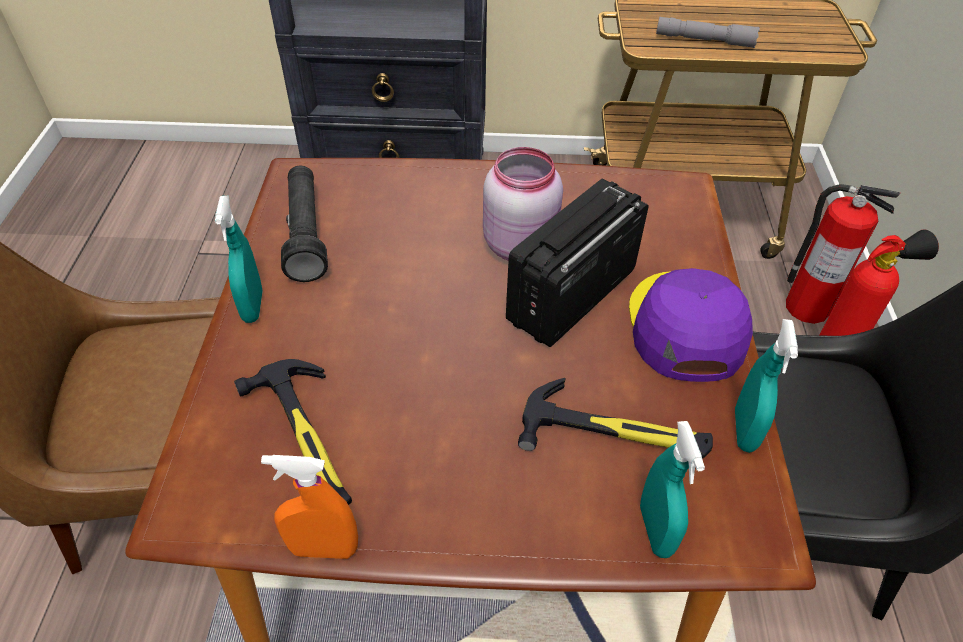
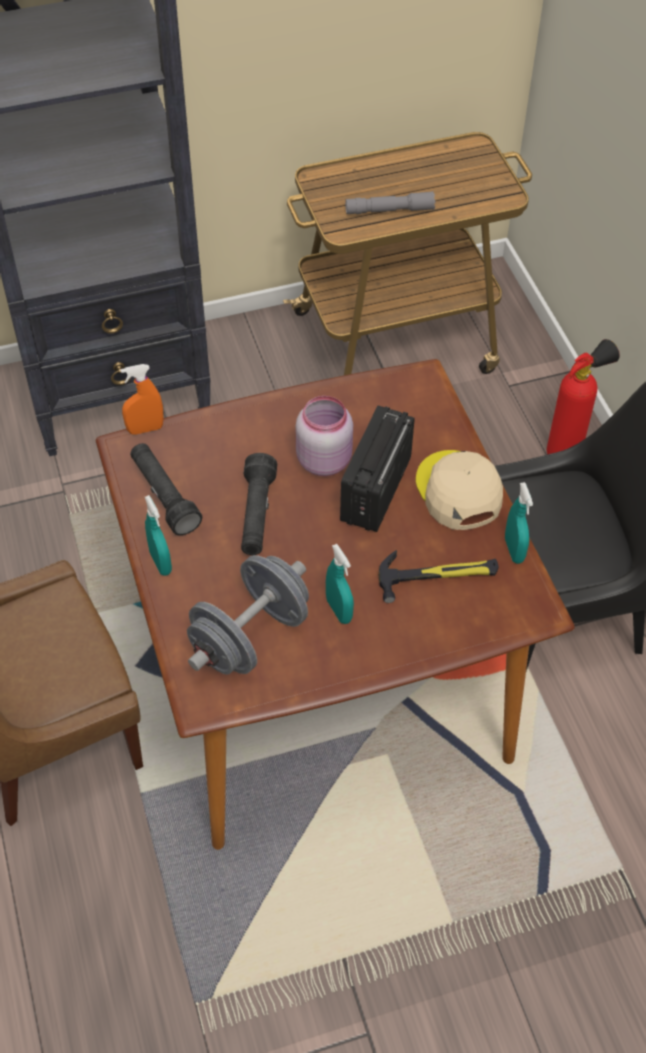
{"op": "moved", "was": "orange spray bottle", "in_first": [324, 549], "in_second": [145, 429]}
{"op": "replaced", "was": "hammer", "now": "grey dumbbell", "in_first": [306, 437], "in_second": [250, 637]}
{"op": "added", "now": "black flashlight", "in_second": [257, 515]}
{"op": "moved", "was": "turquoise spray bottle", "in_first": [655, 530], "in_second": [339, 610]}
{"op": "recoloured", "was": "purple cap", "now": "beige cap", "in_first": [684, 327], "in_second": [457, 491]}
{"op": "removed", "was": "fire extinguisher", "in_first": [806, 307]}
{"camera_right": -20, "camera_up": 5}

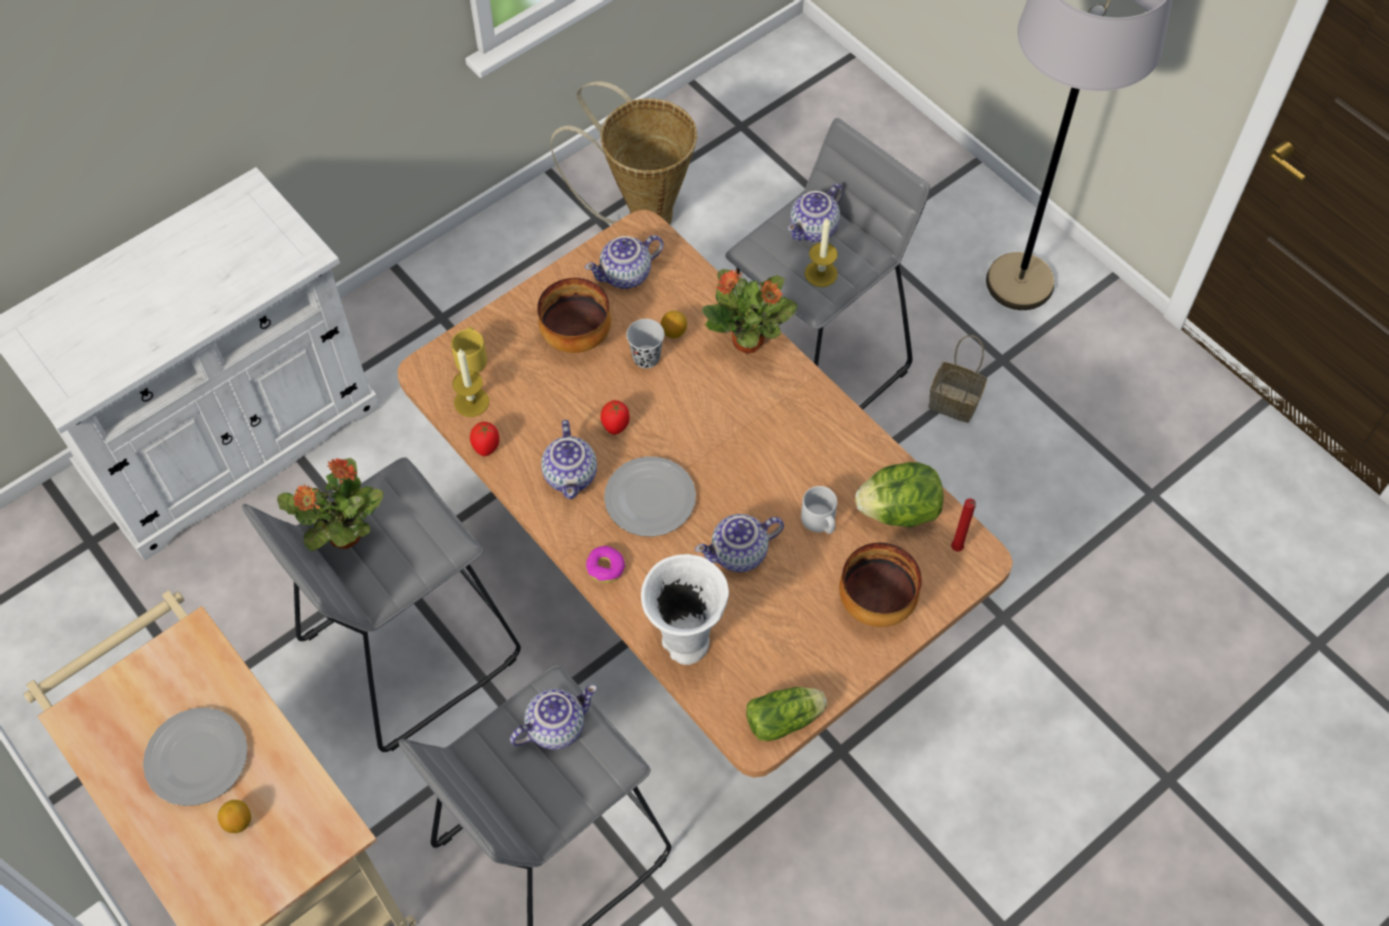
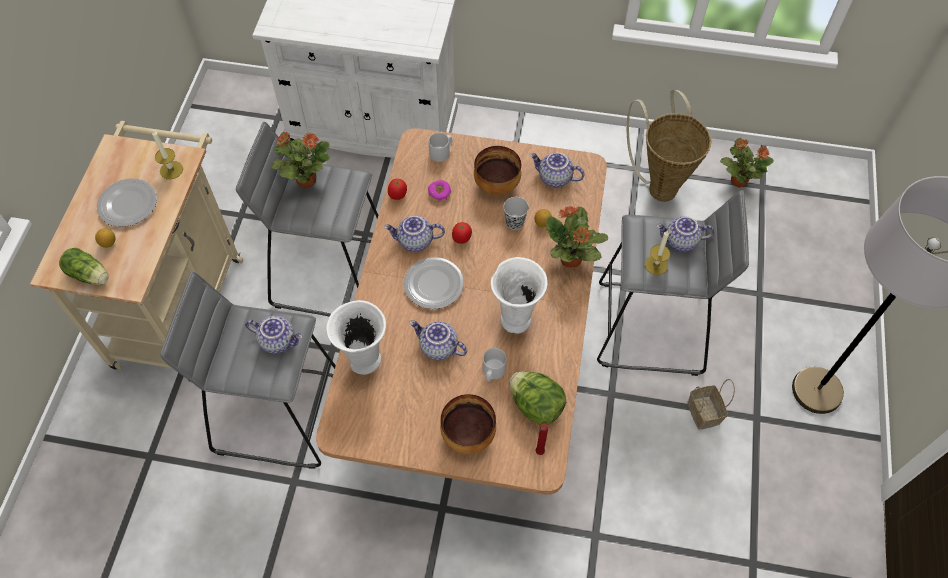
{"op": "moved", "was": "lettuce", "in_first": [786, 719], "in_second": [90, 275]}
{"op": "moved", "was": "candle", "in_first": [471, 402], "in_second": [171, 170]}
{"op": "turned", "was": "teapot", "in_first": [572, 476], "in_second": [415, 242], "clockwise": 45}
{"op": "moved", "was": "donut", "in_first": [605, 568], "in_second": [439, 193]}
{"op": "recoloured", "was": "yellow mug", "now": "grey mug", "in_first": [471, 358], "in_second": [441, 153]}
{"op": "added", "now": "white vase", "in_second": [515, 318]}
{"op": "added", "now": "potted plant", "in_second": [738, 180]}
{"camera_right": 50, "camera_up": 0}

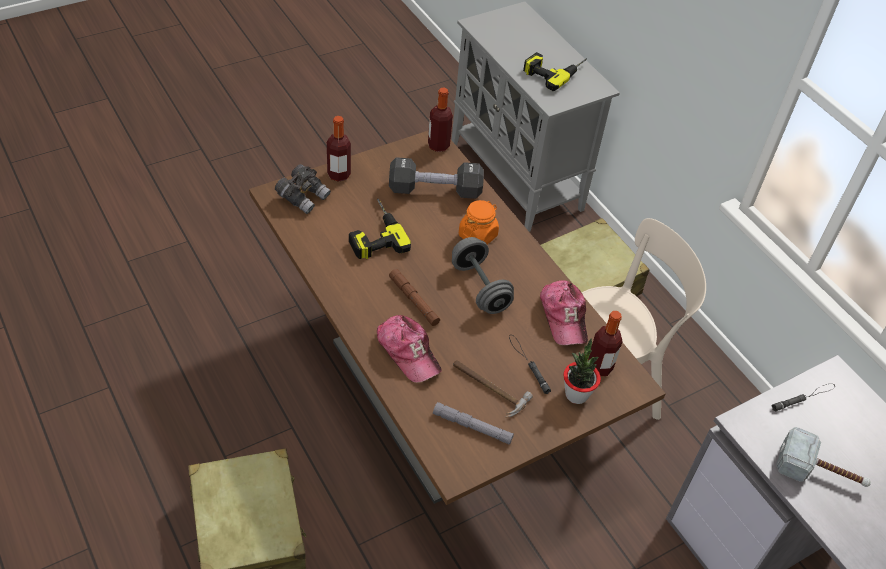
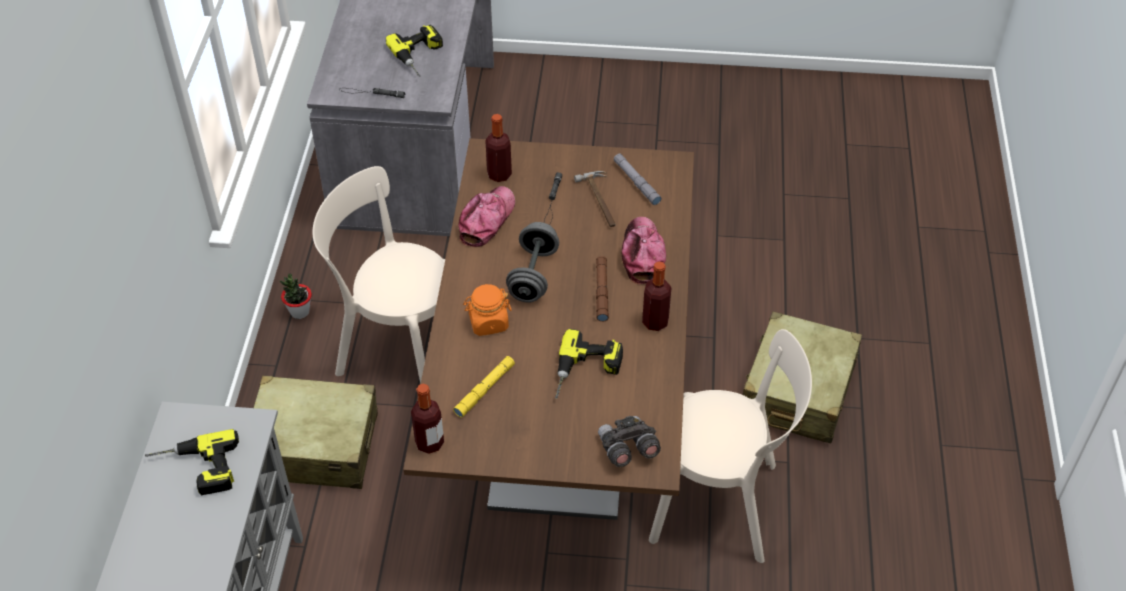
{"op": "moved", "was": "potted plant", "in_first": [576, 394], "in_second": [299, 312]}
{"op": "replaced", "was": "hammer", "now": "power drill", "in_first": [820, 472], "in_second": [421, 56]}
{"op": "replaced", "was": "black dumbbell", "now": "yellow flashlight", "in_first": [435, 190], "in_second": [484, 390]}
{"op": "moved", "was": "bottle", "in_first": [339, 174], "in_second": [655, 322]}
{"op": "added", "now": "beige chair", "in_second": [721, 504]}
{"camera_right": -140, "camera_up": 0}

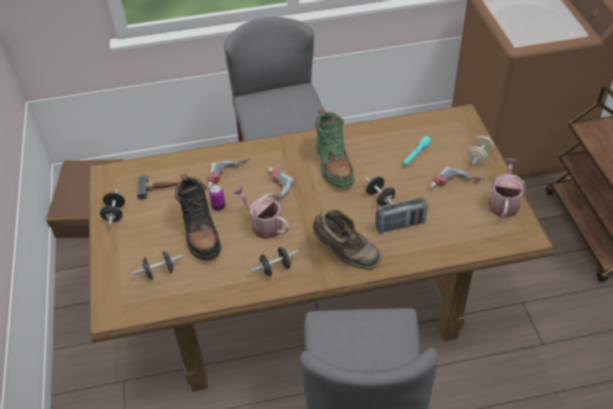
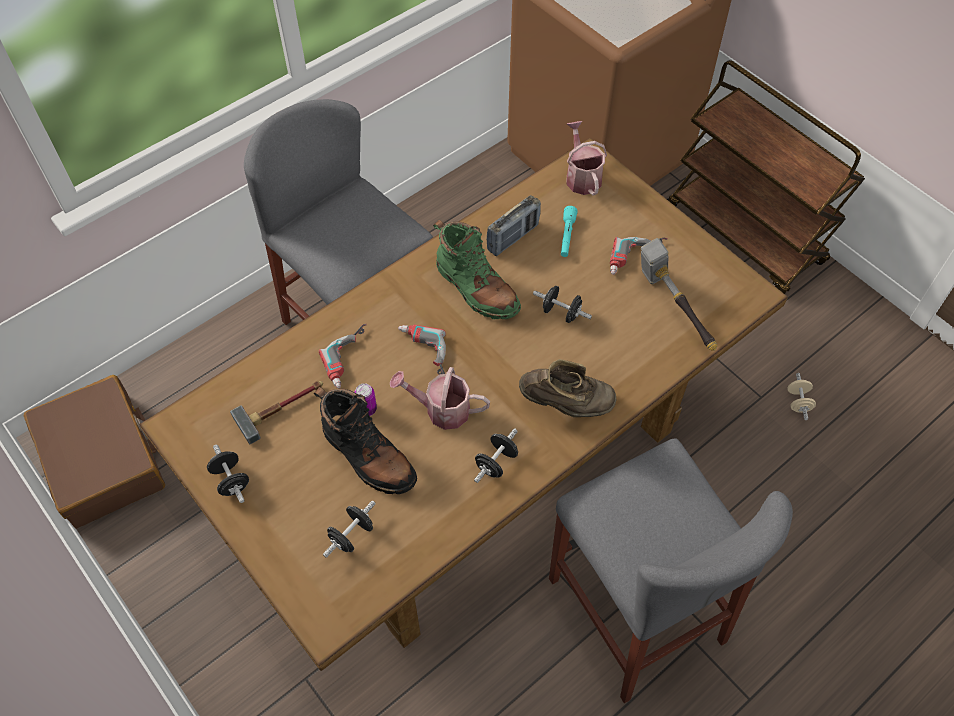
{"op": "moved", "was": "radio", "in_first": [400, 225], "in_second": [513, 237]}
{"op": "moved", "was": "watering can", "in_first": [504, 202], "in_second": [582, 176]}
{"op": "added", "now": "hammer", "in_second": [673, 309]}
{"op": "moved", "was": "beige dumbbell", "in_first": [478, 157], "in_second": [798, 402]}
{"camera_right": -30, "camera_up": 10}

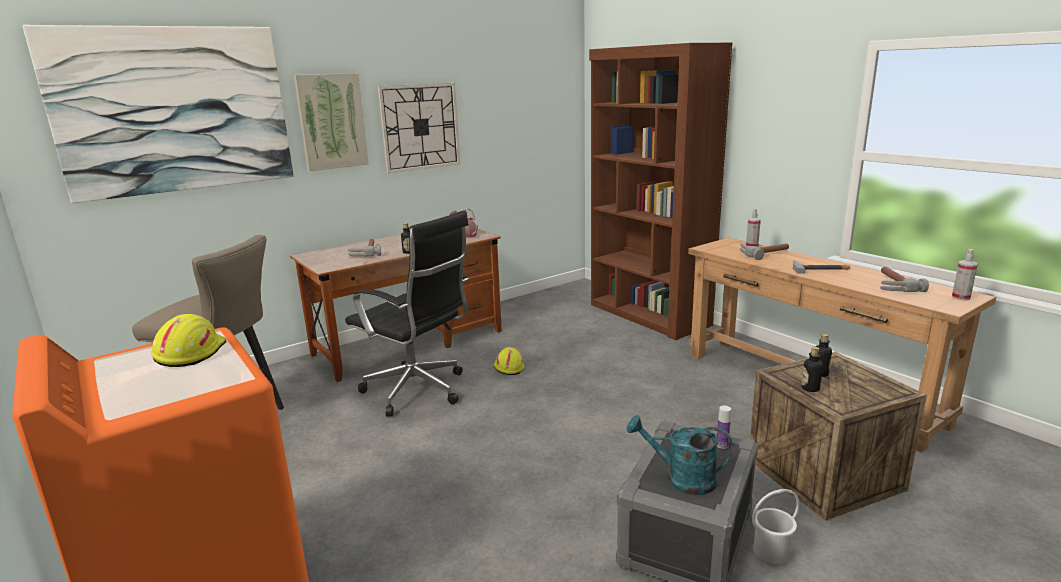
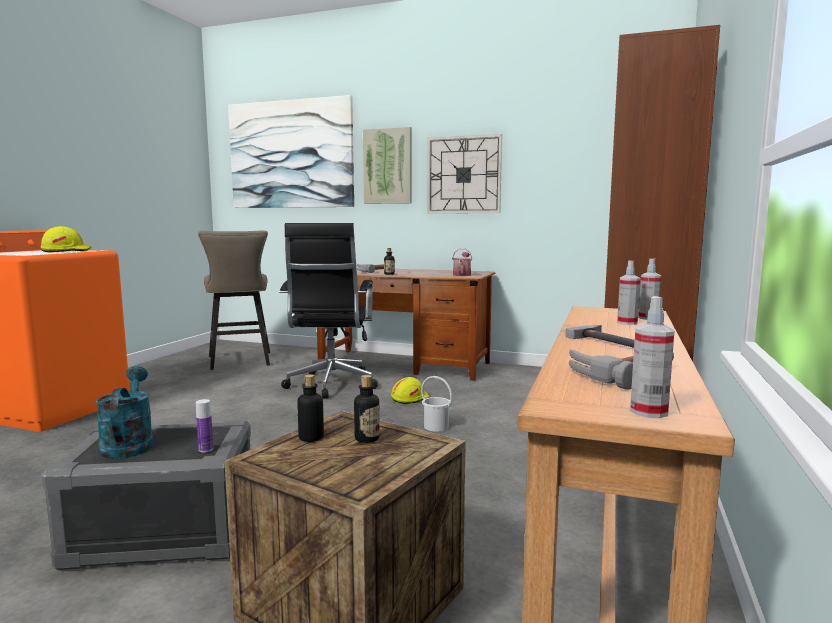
{"op": "moved", "was": "white bucket", "in_first": [770, 551], "in_second": [436, 426]}
{"op": "replaced", "was": "hammer", "now": "spray bottle", "in_first": [763, 253], "in_second": [627, 323]}
{"camera_right": 55, "camera_up": -10}

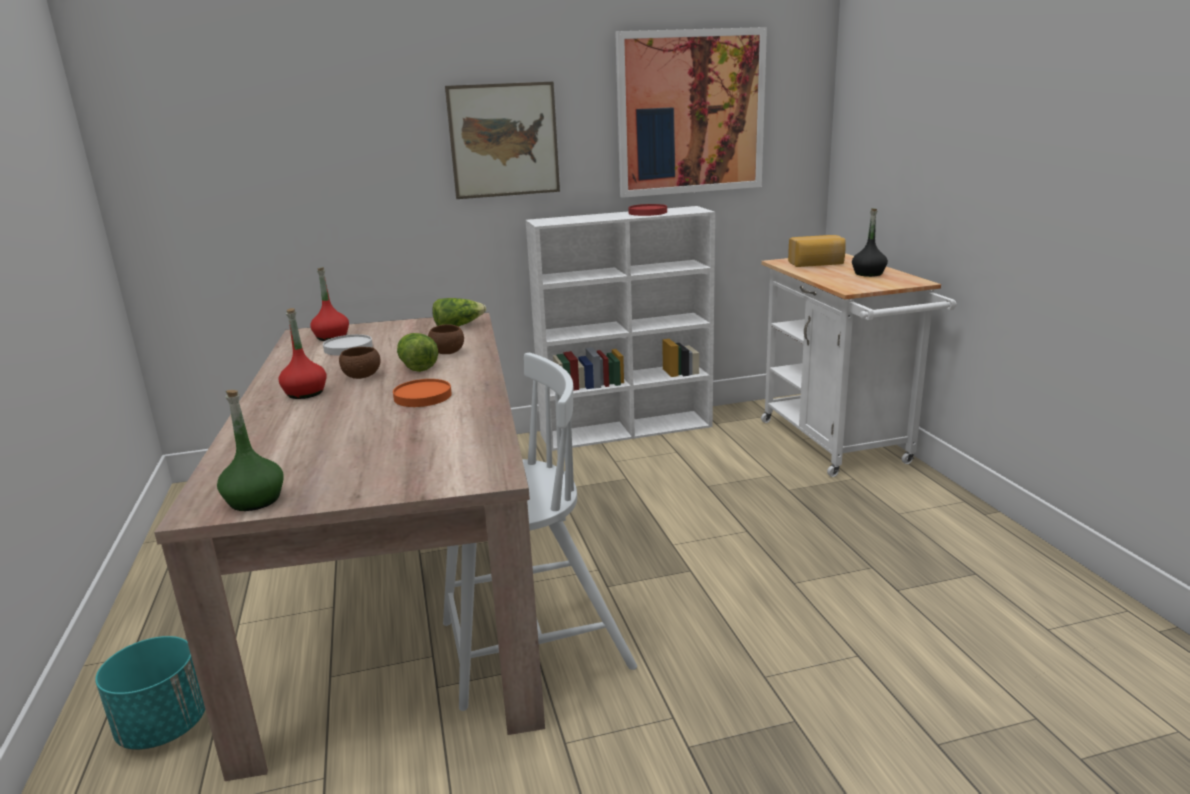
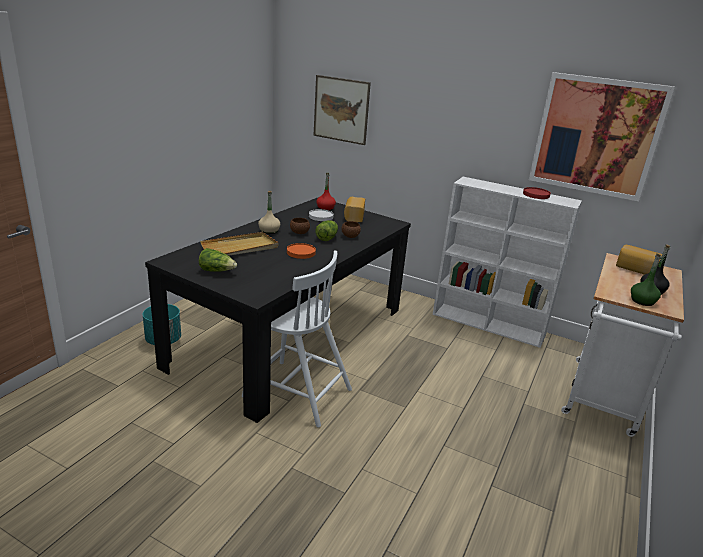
{"op": "recoloured", "was": "beige dining table", "now": "black dining table", "in_first": [402, 580], "in_second": [291, 336]}
{"op": "moved", "was": "lettuce", "in_first": [458, 326], "in_second": [217, 271]}
{"op": "added", "now": "beige tray", "in_second": [240, 248]}
{"op": "recoloured", "was": "red bottle", "now": "beige bottle", "in_first": [305, 393], "in_second": [269, 231]}
{"op": "moved", "was": "picture", "in_first": [504, 140], "in_second": [341, 110]}
{"op": "added", "now": "bread", "in_second": [353, 216]}
{"op": "moved", "was": "green bottle", "in_first": [255, 500], "in_second": [642, 301]}
{"camera_right": 40, "camera_up": 5}

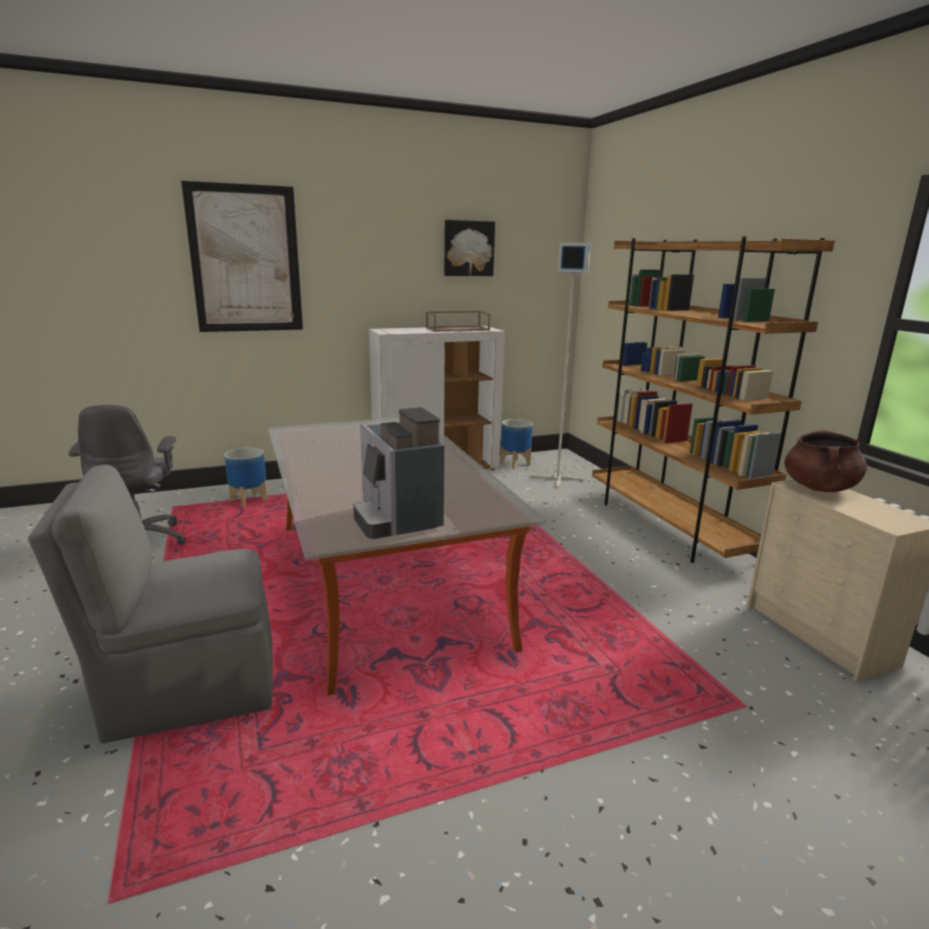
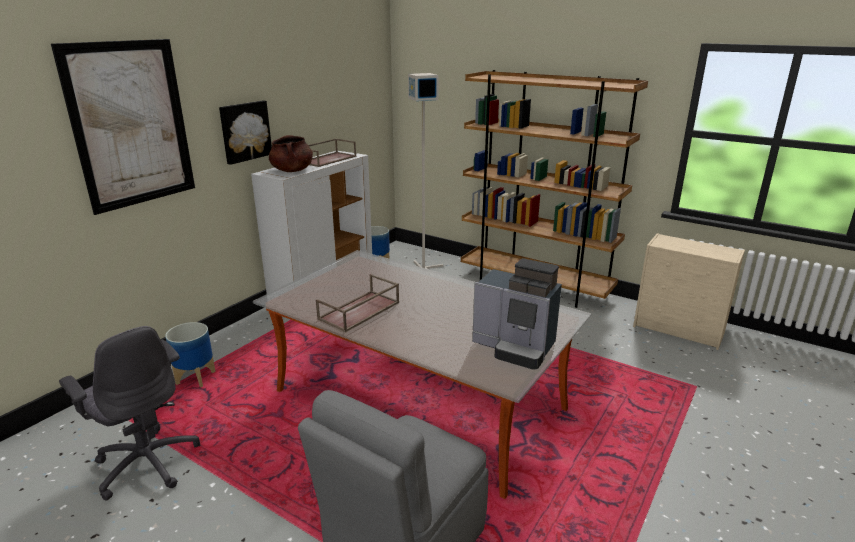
{"op": "moved", "was": "picture", "in_first": [468, 248], "in_second": [245, 131]}
{"op": "moved", "was": "brown cooking pot", "in_first": [819, 488], "in_second": [292, 170]}
{"op": "added", "now": "brown tray", "in_second": [359, 311]}
{"camera_right": -35, "camera_up": 5}

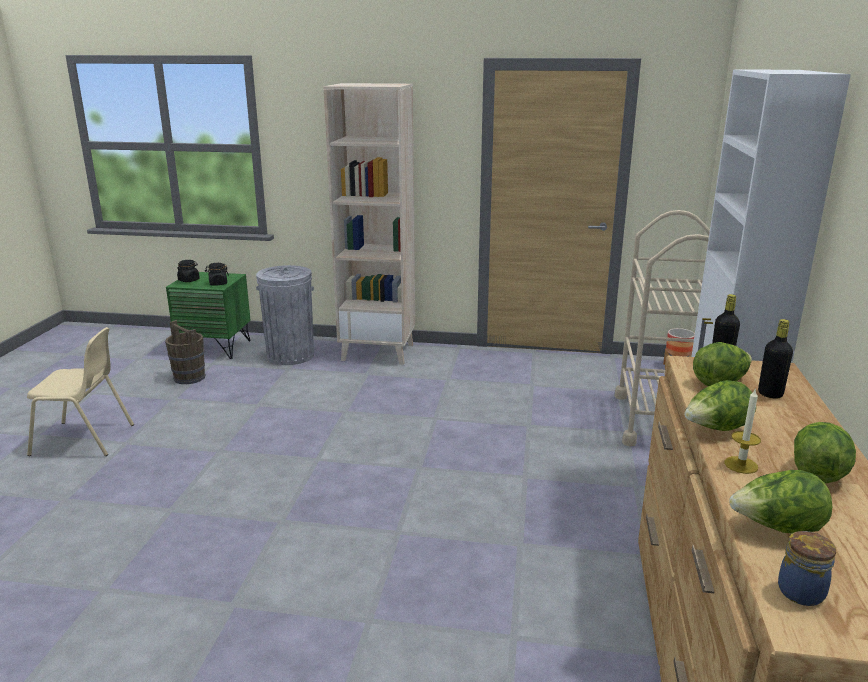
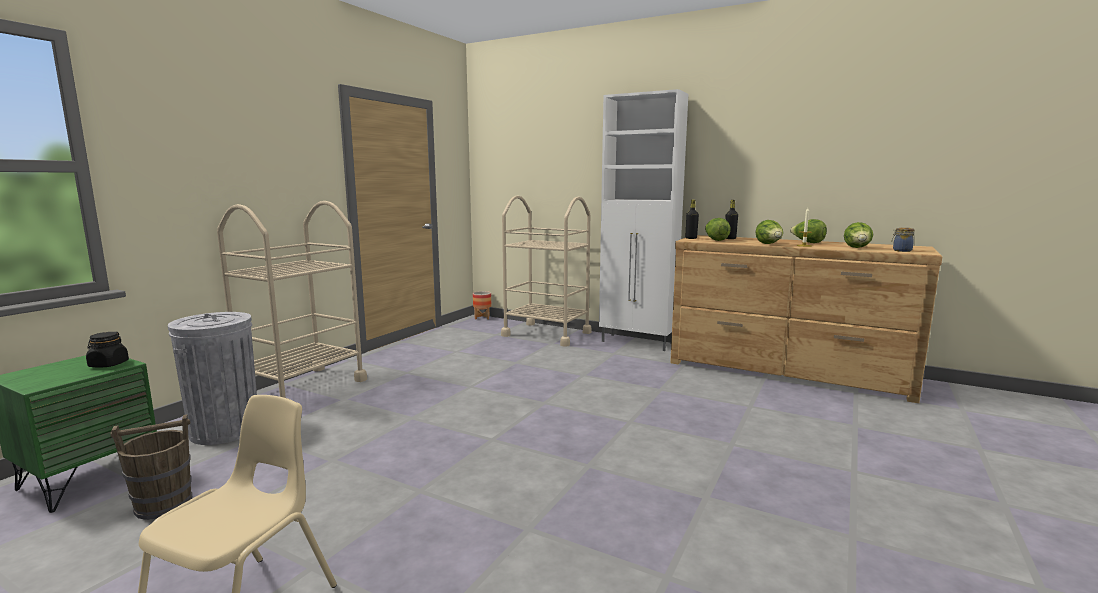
{"op": "replaced", "was": "beige bookcase", "now": "beige cart", "in_first": [378, 352], "in_second": [302, 388]}
{"op": "removed", "was": "black jar", "in_first": [189, 280]}
{"camera_right": -70, "camera_up": -10}

